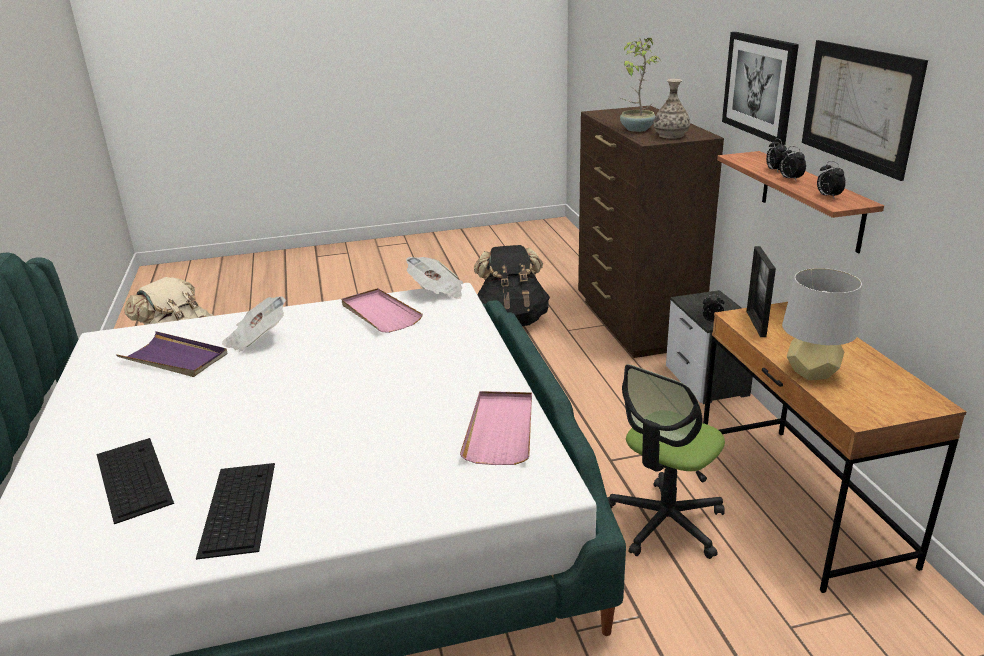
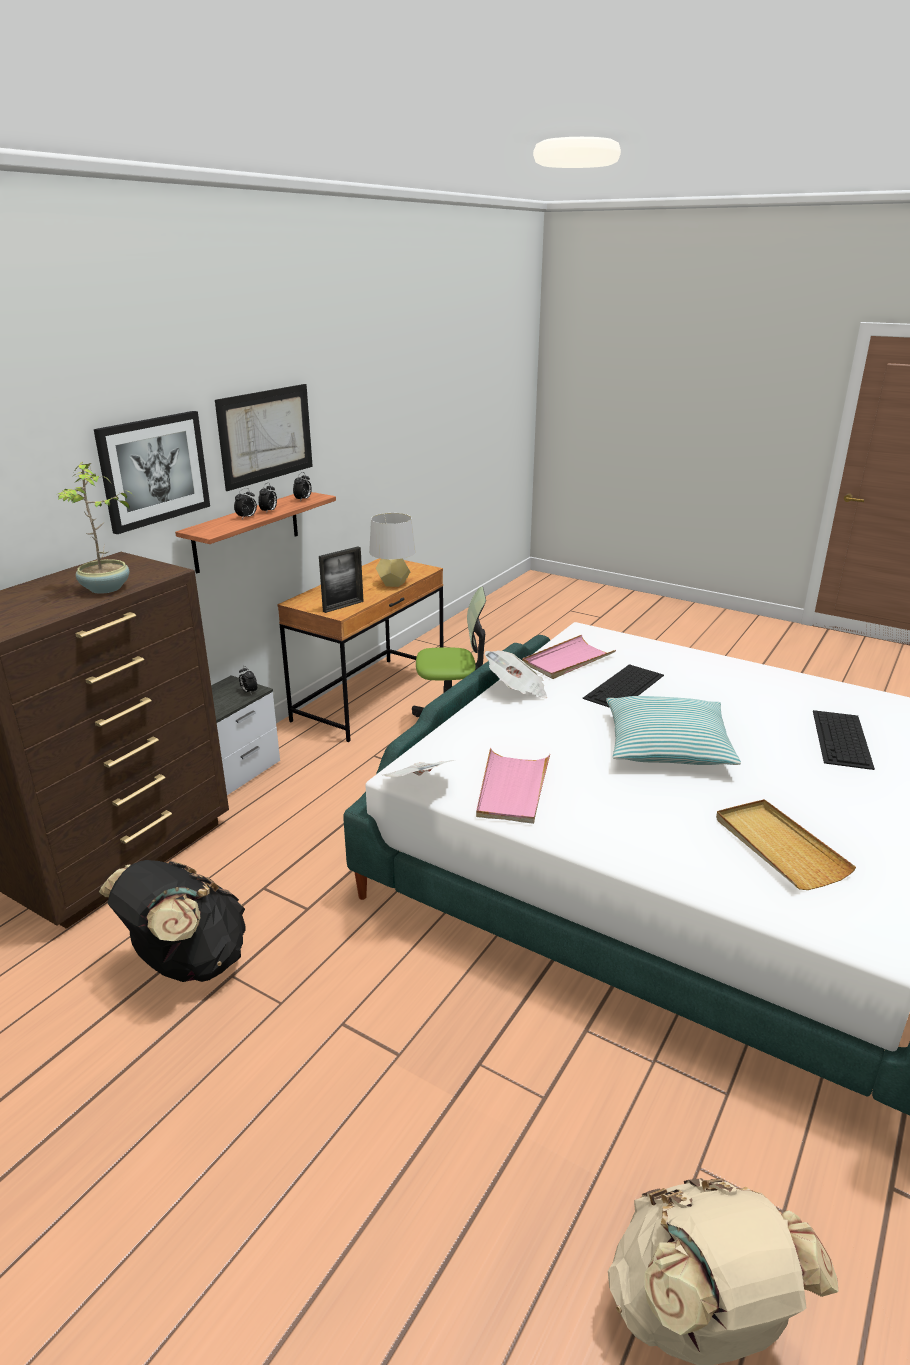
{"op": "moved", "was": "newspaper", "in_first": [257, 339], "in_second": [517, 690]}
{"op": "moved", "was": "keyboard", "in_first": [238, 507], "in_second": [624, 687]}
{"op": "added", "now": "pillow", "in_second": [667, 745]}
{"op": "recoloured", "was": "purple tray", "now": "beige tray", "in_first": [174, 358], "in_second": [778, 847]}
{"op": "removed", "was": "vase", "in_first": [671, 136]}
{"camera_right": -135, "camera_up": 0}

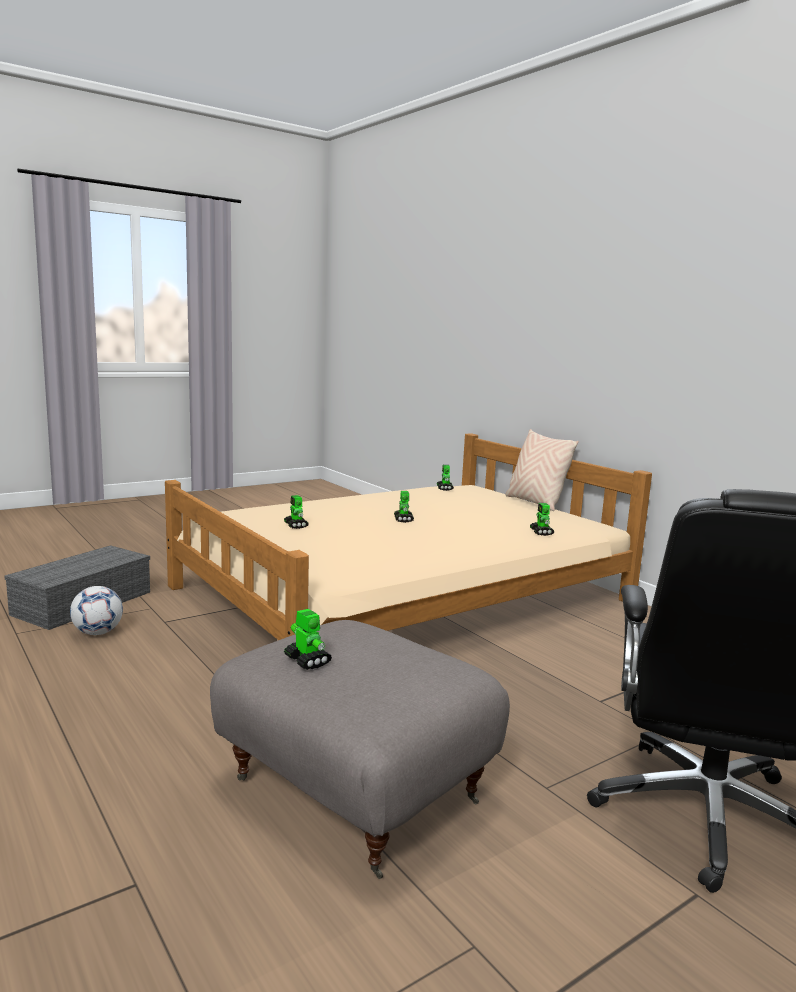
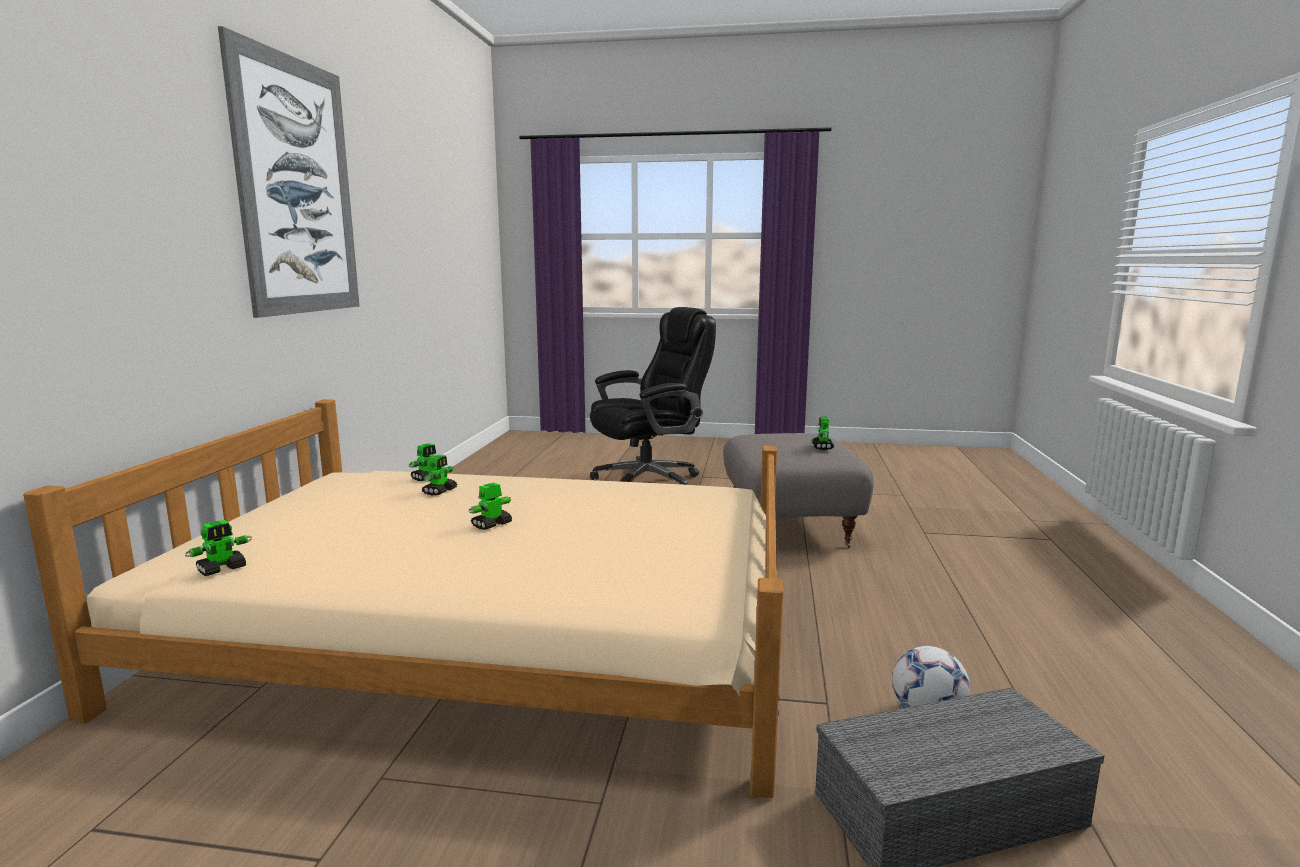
{"op": "added", "now": "picture", "in_second": [297, 187]}
{"op": "moved", "was": "toy robot", "in_first": [296, 526], "in_second": [440, 491]}
{"op": "removed", "was": "beige pillow", "in_first": [535, 503]}
{"camera_right": -135, "camera_up": 0}

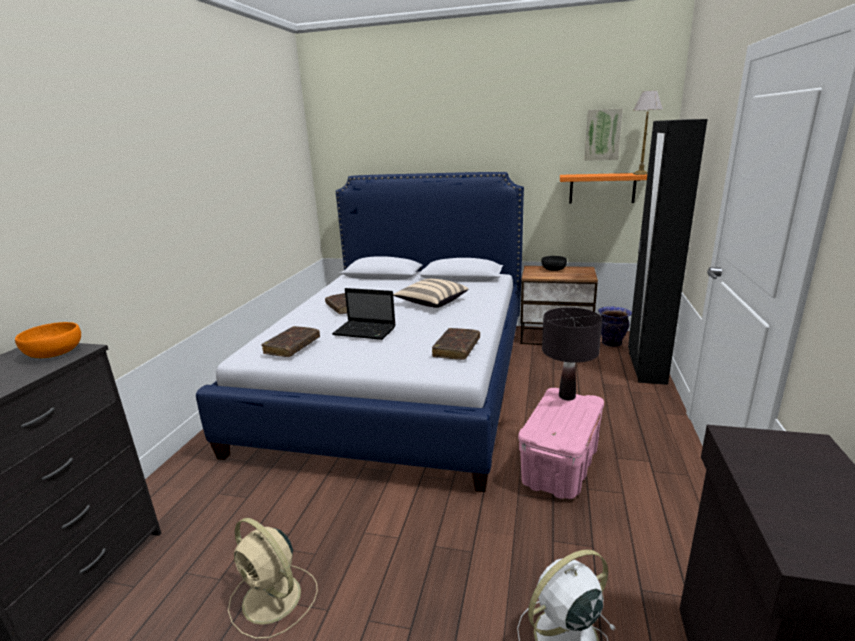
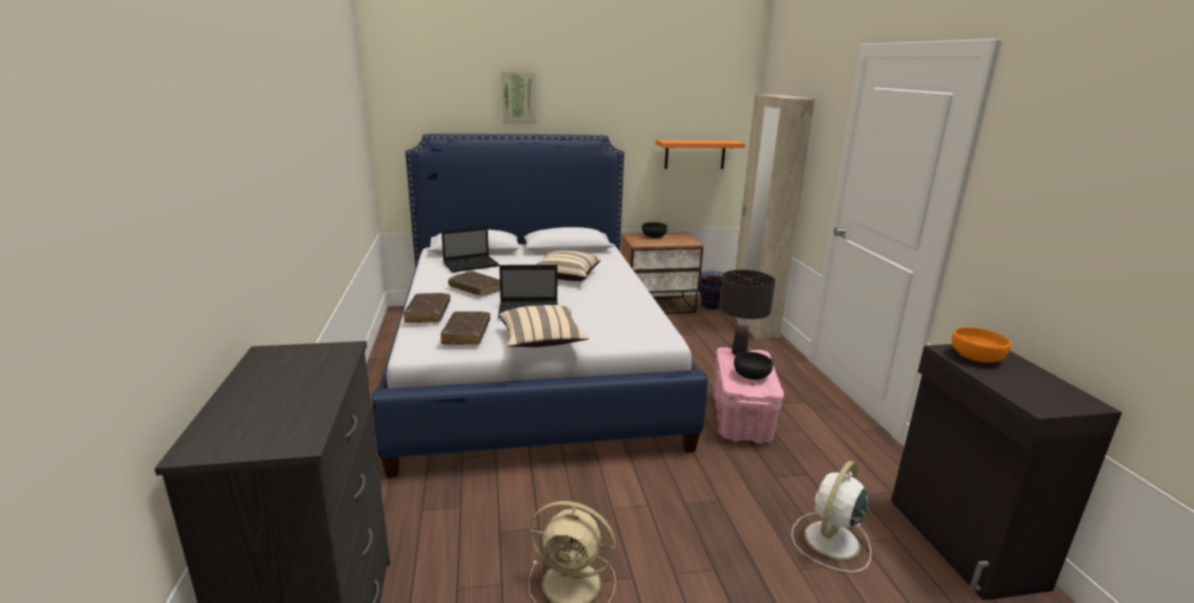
{"op": "moved", "was": "brown book", "in_first": [456, 349], "in_second": [428, 313]}
{"op": "added", "now": "laptop", "in_second": [472, 265]}
{"op": "added", "now": "beige pillow", "in_second": [541, 341]}
{"op": "moved", "was": "picture", "in_first": [602, 134], "in_second": [518, 97]}
{"op": "added", "now": "black bowl", "in_second": [751, 375]}
{"op": "recoloured", "was": "black wardrobe", "now": "beige wardrobe", "in_first": [646, 368], "in_second": [753, 326]}
{"op": "moved", "was": "orange bowl", "in_first": [54, 353], "in_second": [977, 357]}
{"op": "removed", "was": "table lamp", "in_first": [640, 174]}
{"camera_right": -25, "camera_up": 0}

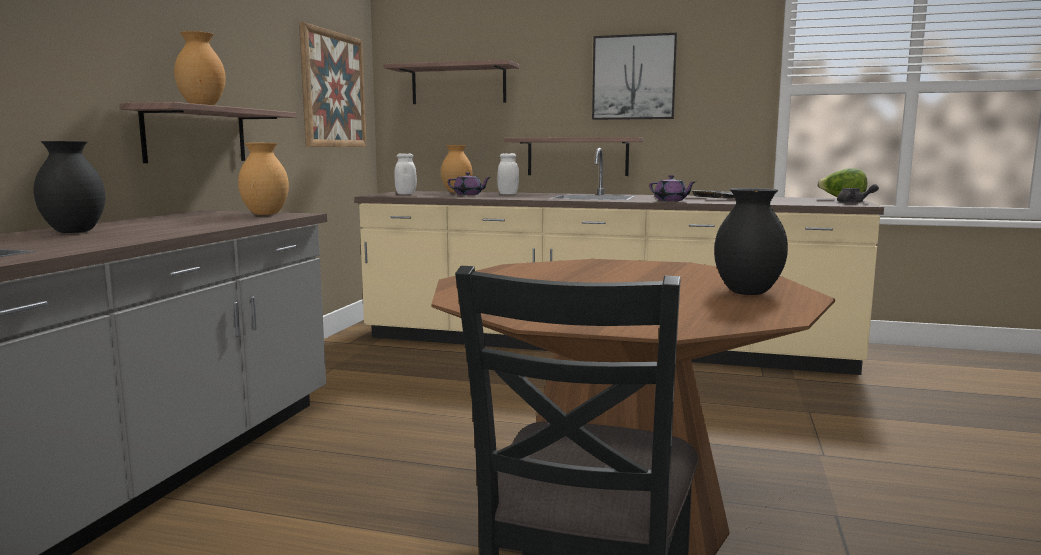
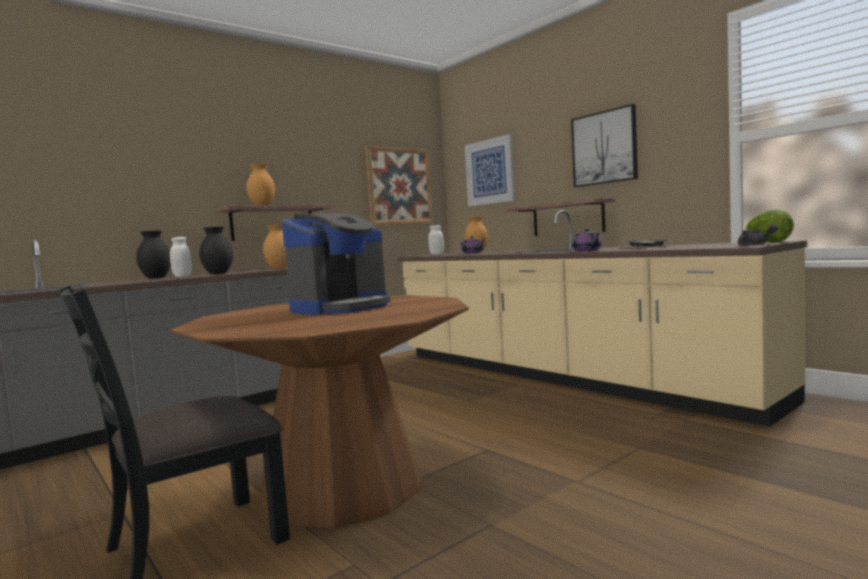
{"op": "moved", "was": "white jar", "in_first": [508, 194], "in_second": [182, 276]}
{"op": "moved", "was": "black vase", "in_first": [749, 293], "in_second": [218, 274]}
{"op": "added", "now": "coffee machine", "in_second": [341, 308]}
{"op": "replaced", "was": "shelf", "now": "picture", "in_first": [458, 85], "in_second": [490, 172]}
{"camera_right": 35, "camera_up": -5}

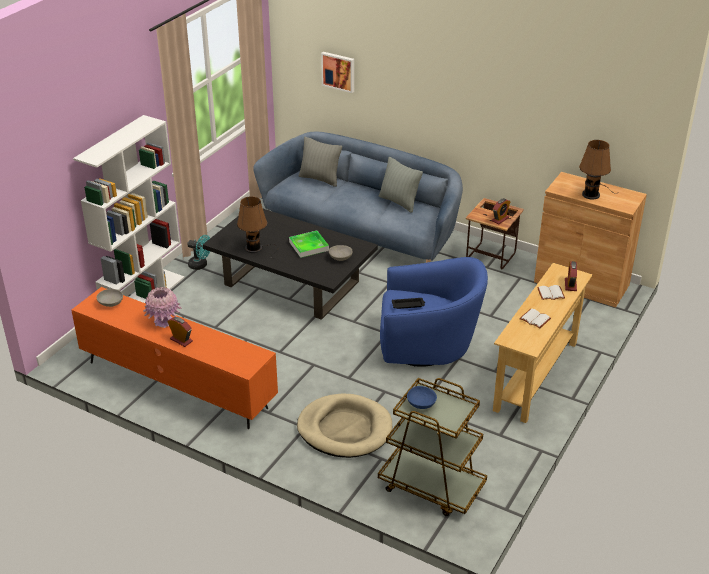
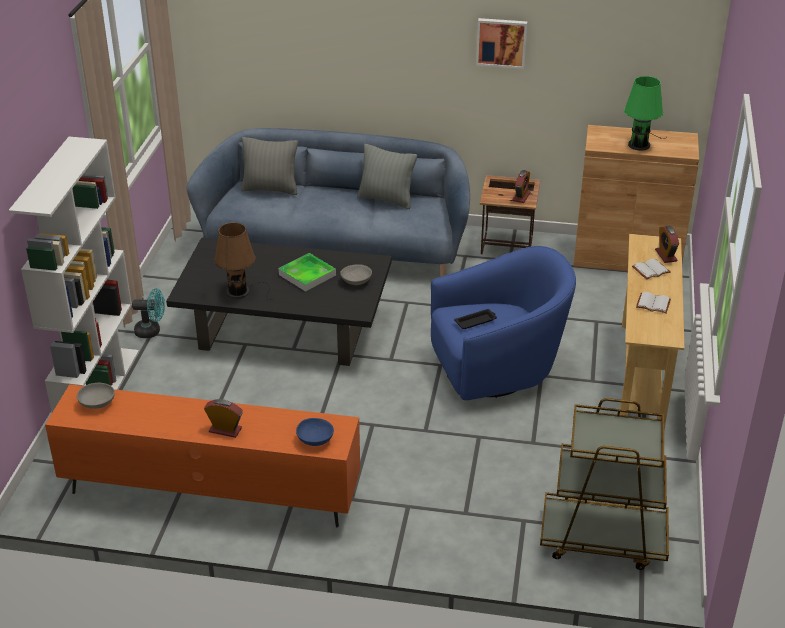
{"op": "moved", "was": "blue bowl", "in_first": [421, 404], "in_second": [314, 440]}
{"op": "moved", "was": "picture", "in_first": [338, 71], "in_second": [501, 42]}
{"op": "recoloured", "was": "brown table lamp", "now": "green table lamp", "in_first": [592, 194], "in_second": [640, 144]}
{"op": "removed", "was": "pink vase", "in_first": [163, 321]}
{"op": "removed", "was": "beige dog bed", "in_first": [345, 429]}
{"camera_right": -20, "camera_up": 0}

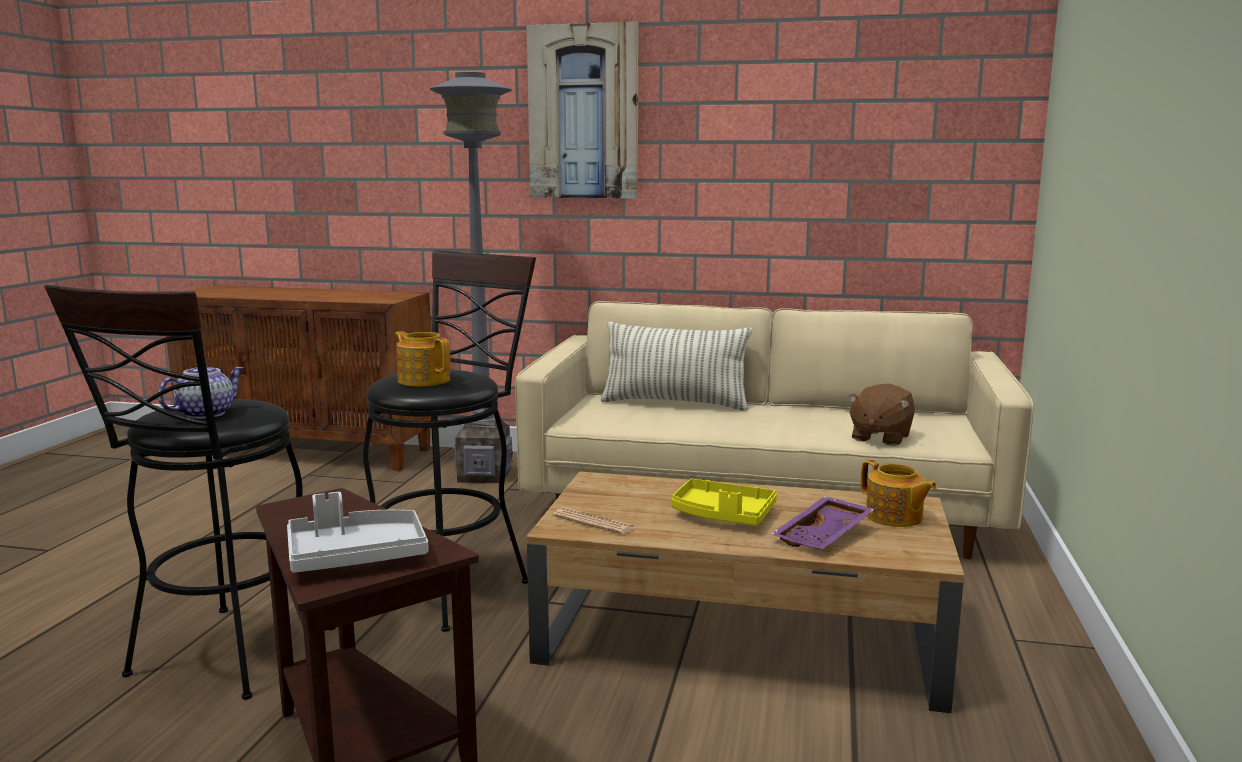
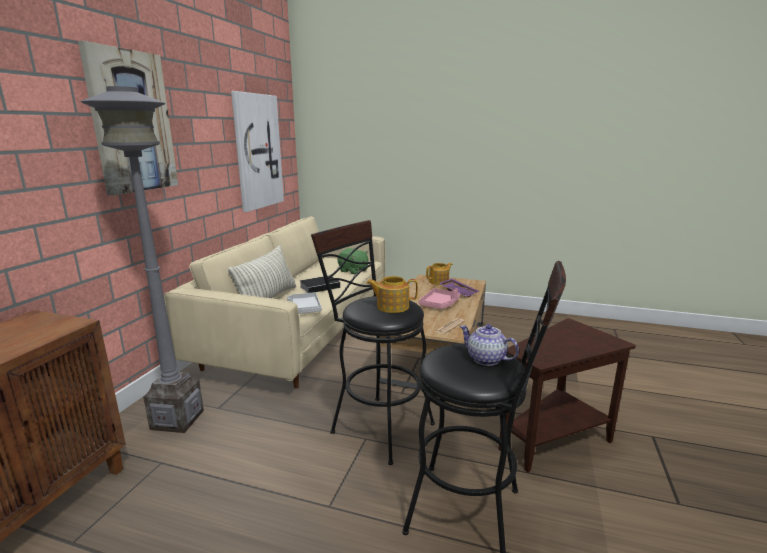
{"op": "added", "now": "picture", "in_second": [257, 151]}
{"op": "moved", "was": "grey tray", "in_first": [356, 556], "in_second": [303, 309]}
{"op": "added", "now": "book", "in_second": [320, 286]}
{"op": "recoloured", "was": "brown plush toy", "now": "green plush toy", "in_first": [880, 437], "in_second": [353, 271]}
{"op": "turned", "was": "teapot", "in_first": [423, 380], "in_second": [392, 306], "clockwise": 45}
{"op": "recoloured", "was": "yellow tray", "now": "pink tray", "in_first": [722, 516], "in_second": [439, 304]}
{"camera_right": -85, "camera_up": 5}

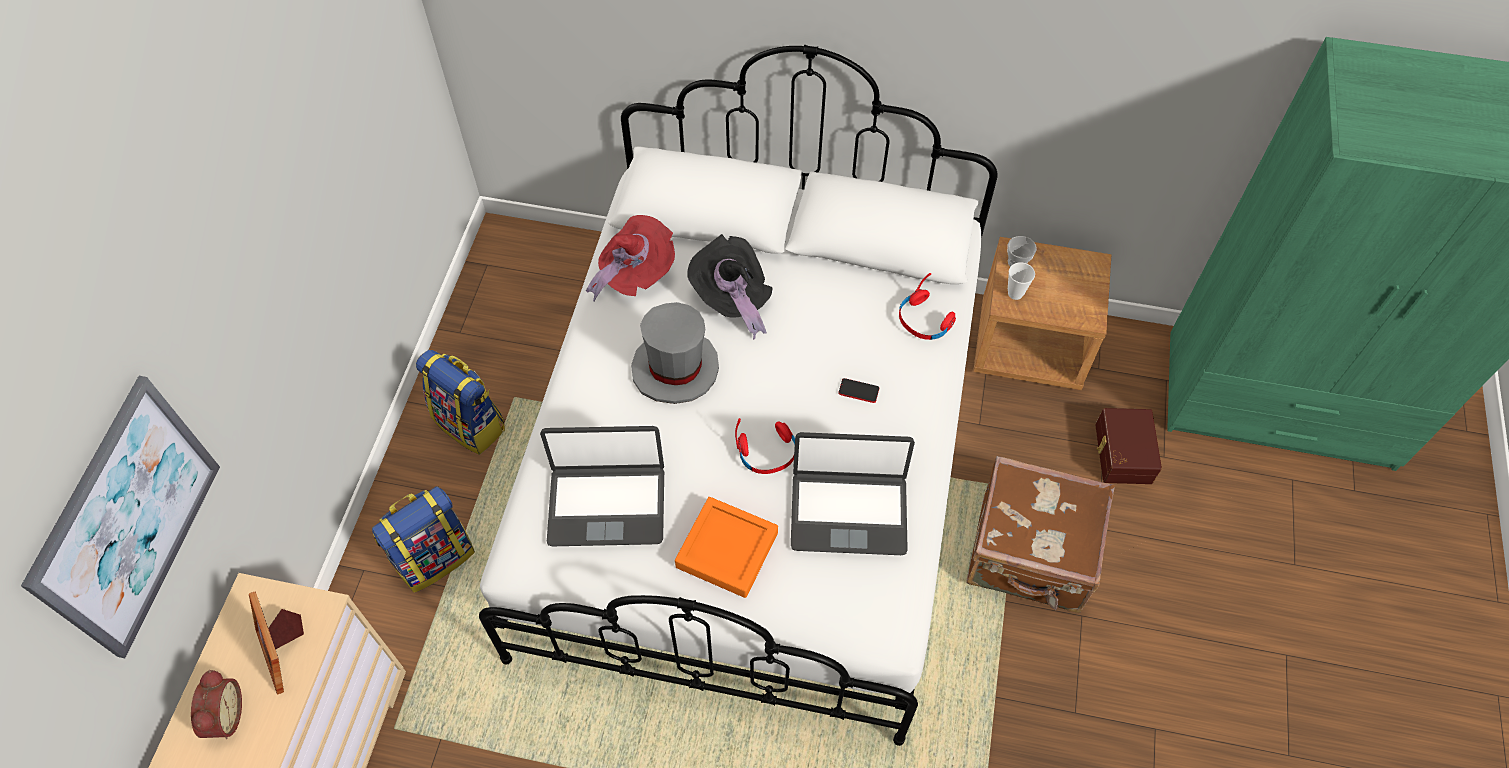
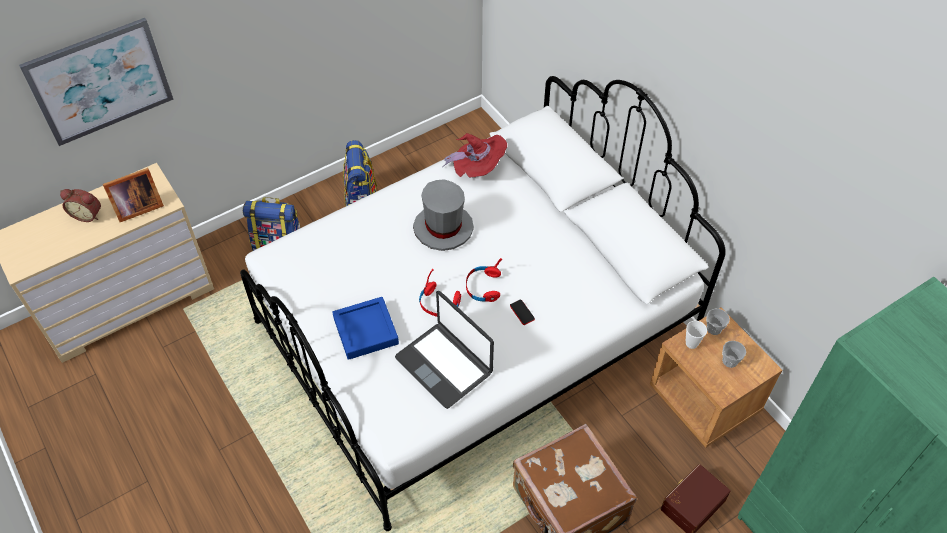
{"op": "turned", "was": "alarm clock", "in_first": [223, 716], "in_second": [88, 214], "clockwise": 60}
{"op": "turned", "was": "picture frame", "in_first": [285, 650], "in_second": [136, 207], "clockwise": -135}
{"op": "recoloured", "was": "orange tray", "now": "blue tray", "in_first": [727, 550], "in_second": [366, 331]}
{"op": "moved", "was": "red headphones", "in_first": [924, 321], "in_second": [483, 287]}
{"op": "added", "now": "cup", "in_second": [730, 361]}
{"op": "removed", "was": "laptop", "in_first": [607, 504]}
{"op": "removed", "was": "black hat", "in_first": [732, 299]}
{"camera_right": 45, "camera_up": -5}

